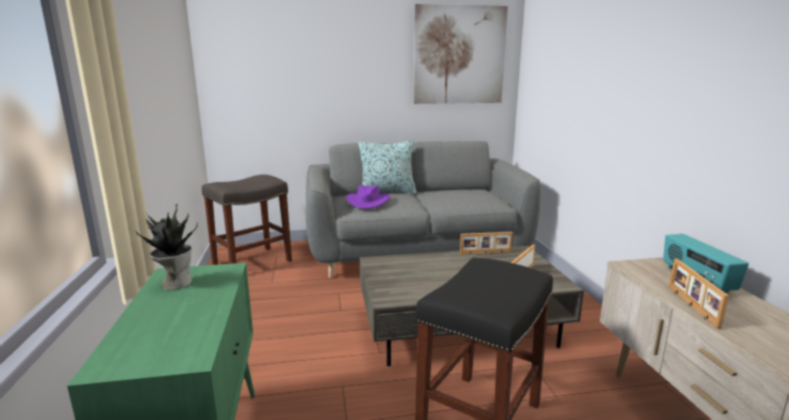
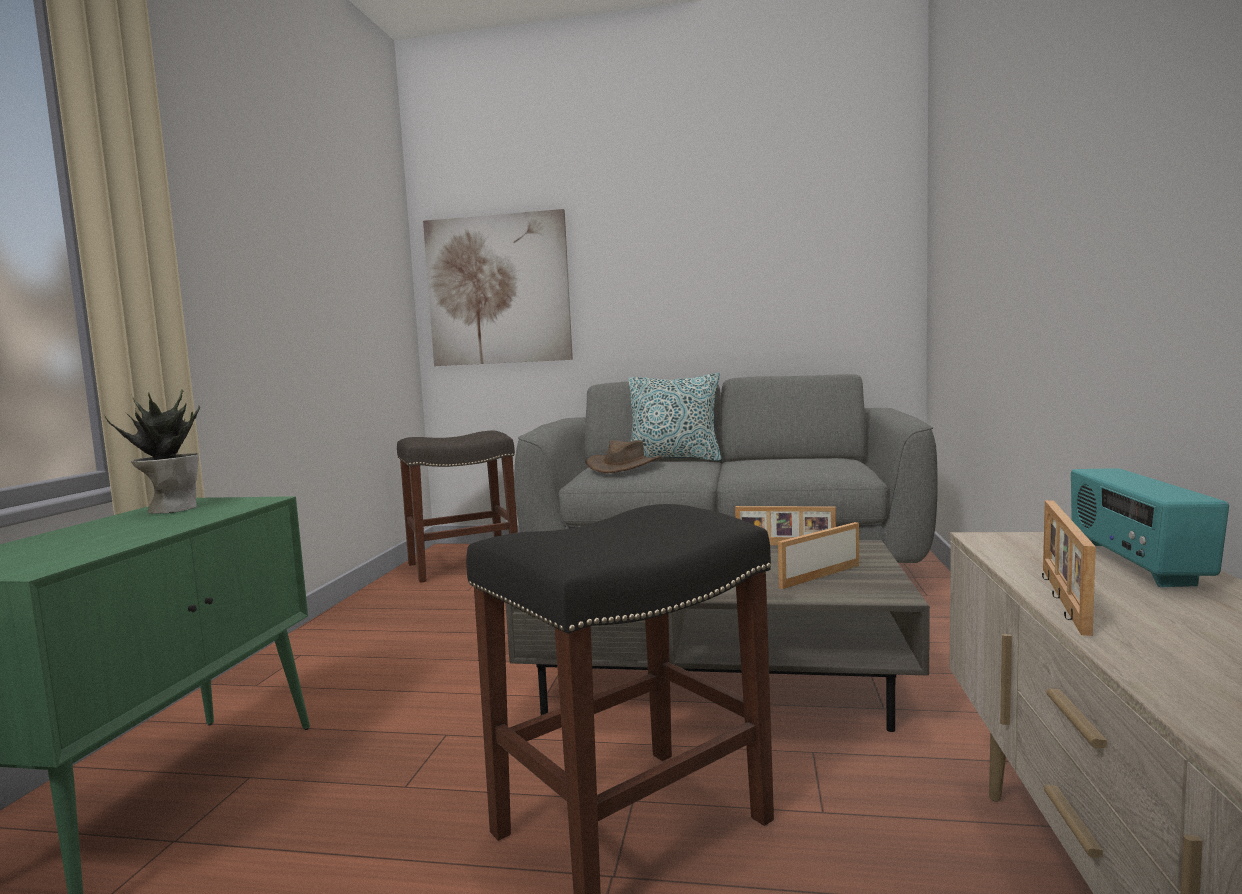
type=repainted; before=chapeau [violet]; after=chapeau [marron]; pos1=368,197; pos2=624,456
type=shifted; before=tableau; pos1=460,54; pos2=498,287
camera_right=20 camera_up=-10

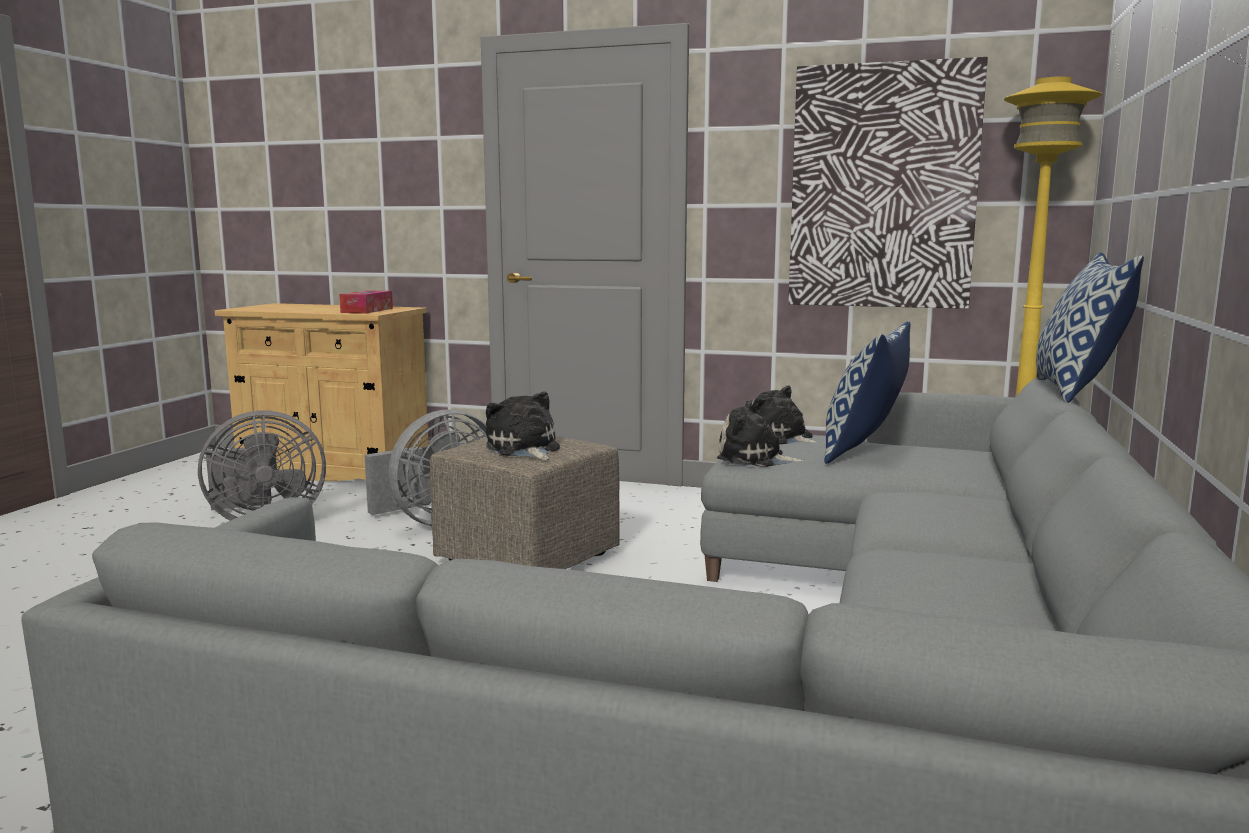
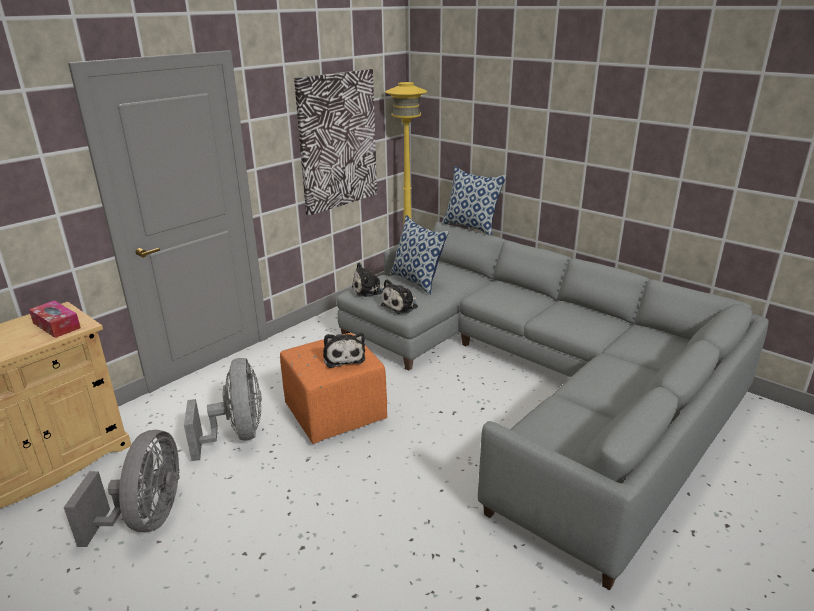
type=repainted; before=pouf [beige]; after=pouf [orange]; pos1=524,502; pos2=333,388
type=rotated; before=peluche; pos1=523,425; pos2=344,350; turn=-105
camera_right=-65 camera_up=15

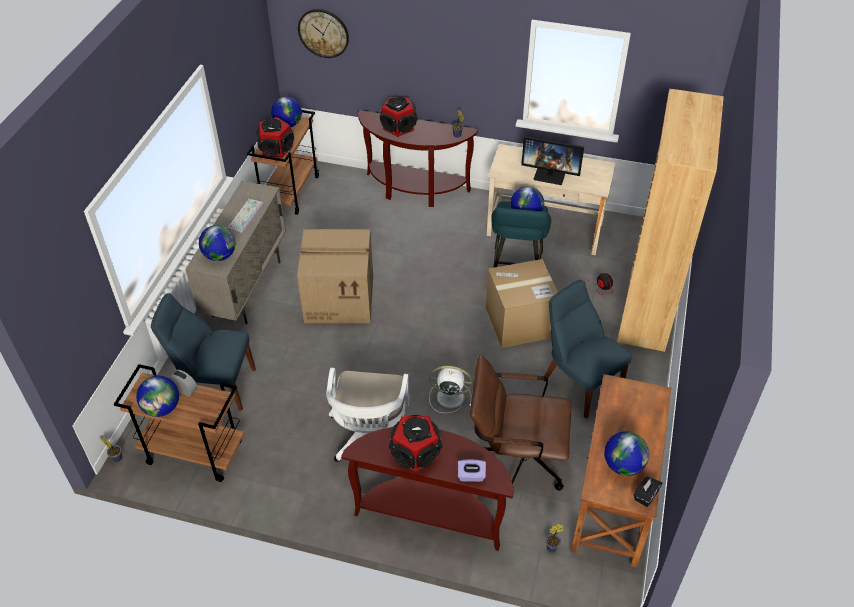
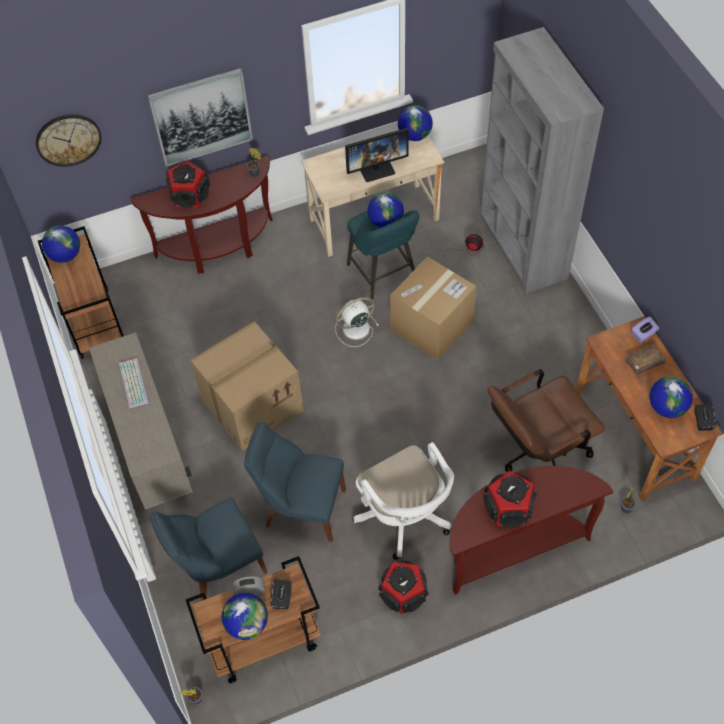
type=shifted; before=globe; pos1=217,243; pos2=415,123
type=shifted; before=enceinte; pos1=275,137; pos2=403,587
type=shifted; before=ventilateur [blanc]; pos1=450,389; pos2=357,322
type=shifted; before=boîte à mouchoirs [violet]; pos1=472,471; pos2=645,330
type=shifted; before=chaise [bleu]; pos1=587,349; pos2=295,482
type=repainted; before=bibliothèque [marron]; after=bibliothèque [gris]; pos1=670,220; pos2=542,160
type=new; after=tableau; pos2=200,117
type=new; after=boîte à mouchoirs [noir]; pos2=281,594
type=new; after=livre [marron]; pos2=645,359
camera_right=-35 camera_up=10

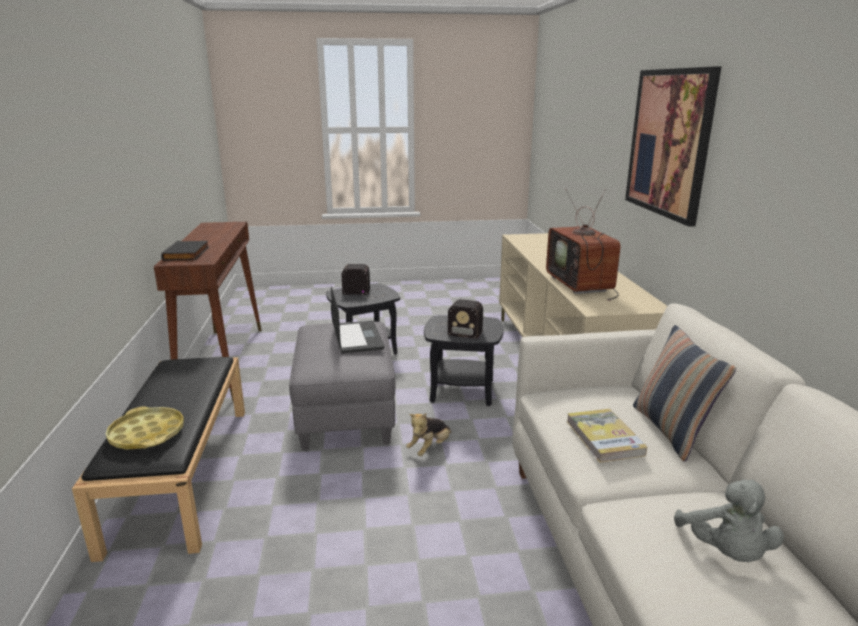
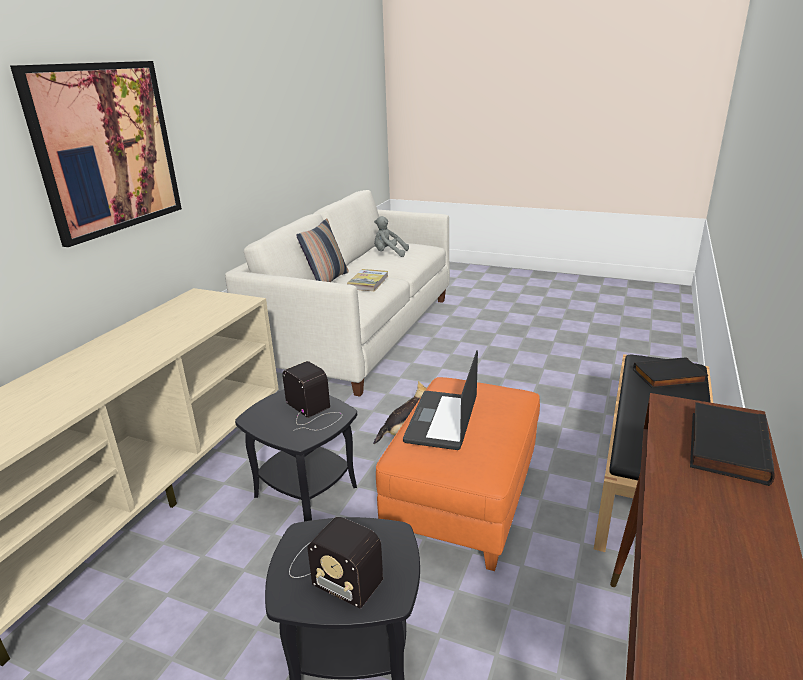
type=swapped; before=plateau [jaune]; after=livre [noir]; pos1=145,428; pos2=670,372
type=repainted; before=pouf [gris]; after=pouf [orange]; pos1=342,386; pos2=458,474
type=gone; before=téléviseur; pos1=583,245
type=rotated; before=peluche [gris]; pos1=729,520; pos2=391,236; turn=-105
camera_right=-150 camera_up=5

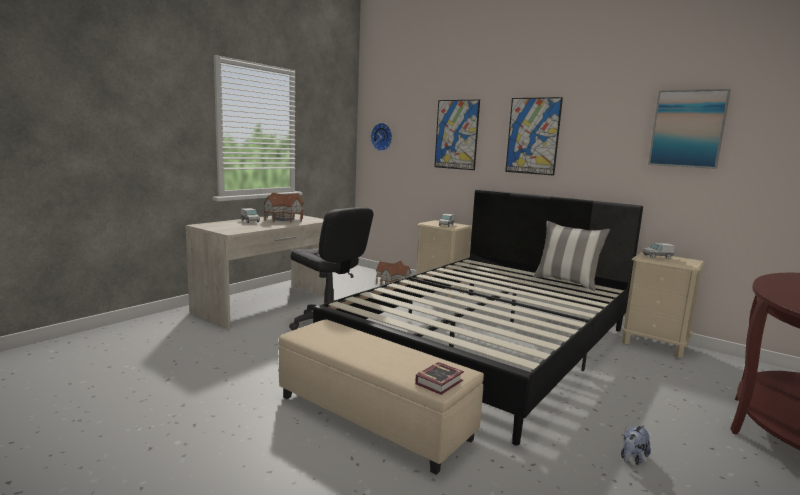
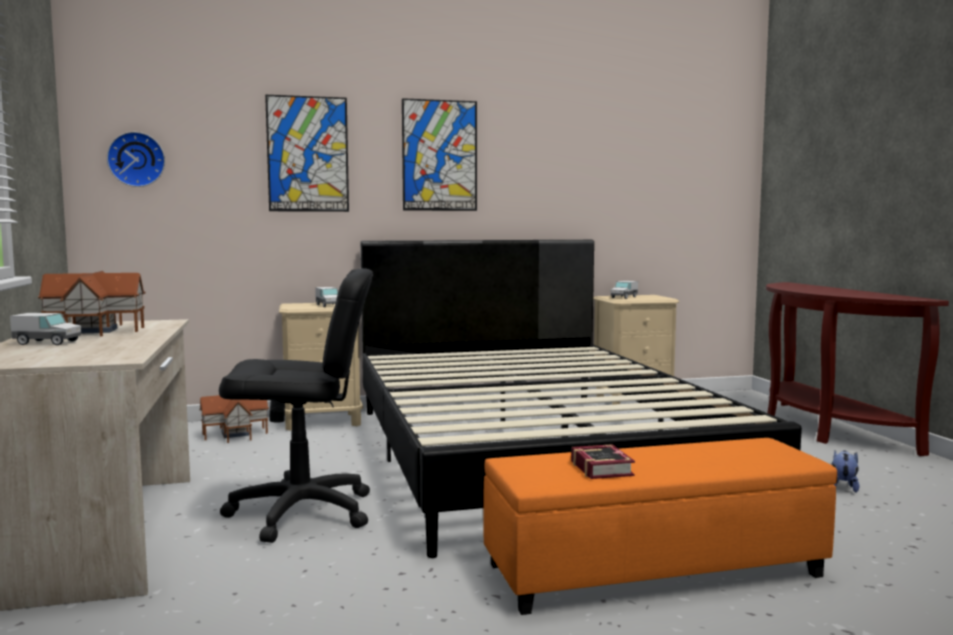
type=repainted; before=pouf [beige]; after=pouf [orange]; pos1=381,397; pos2=660,526
type=shifted; before=livre; pos1=439,378; pos2=603,461
type=gone; before=coussin; pos1=571,256
type=rotated; before=peluche; pos1=636,445; pos2=845,471; turn=-150
type=gone; before=tableau; pos1=689,129
camera_right=-50 camera_up=-5

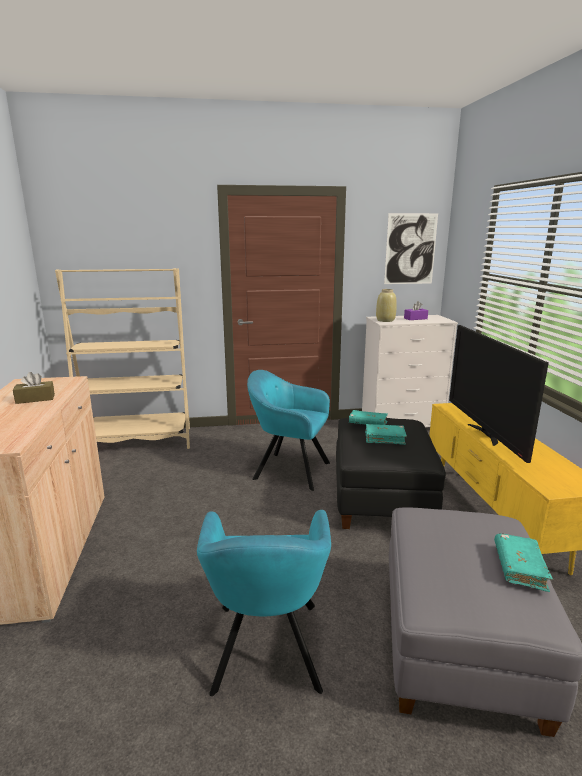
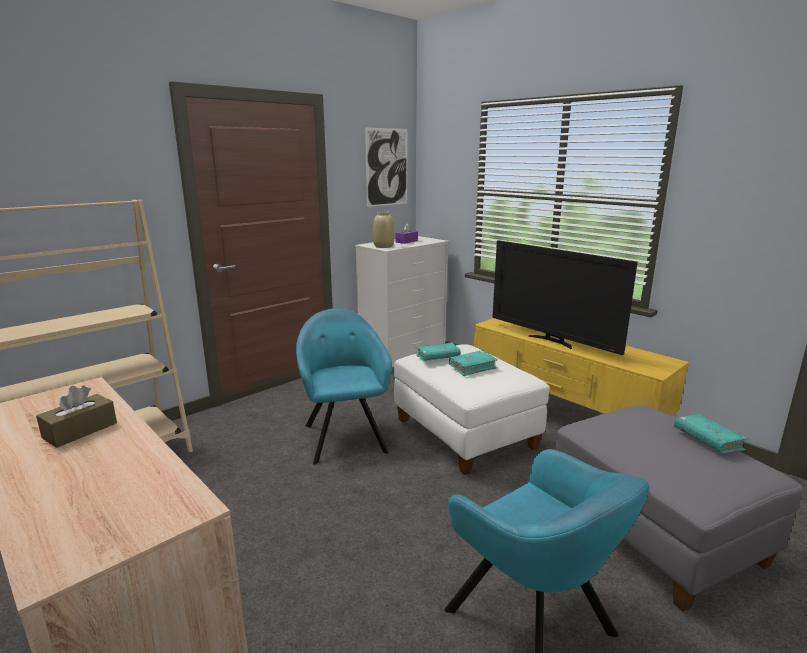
type=rotated; before=fauteuil [turquoise]; pos1=288,430; pos2=344,386; turn=90
type=repainted; before=pouf [noir]; after=pouf [blanc]; pos1=391,473; pos2=472,409
camera_right=-35 camera_up=0

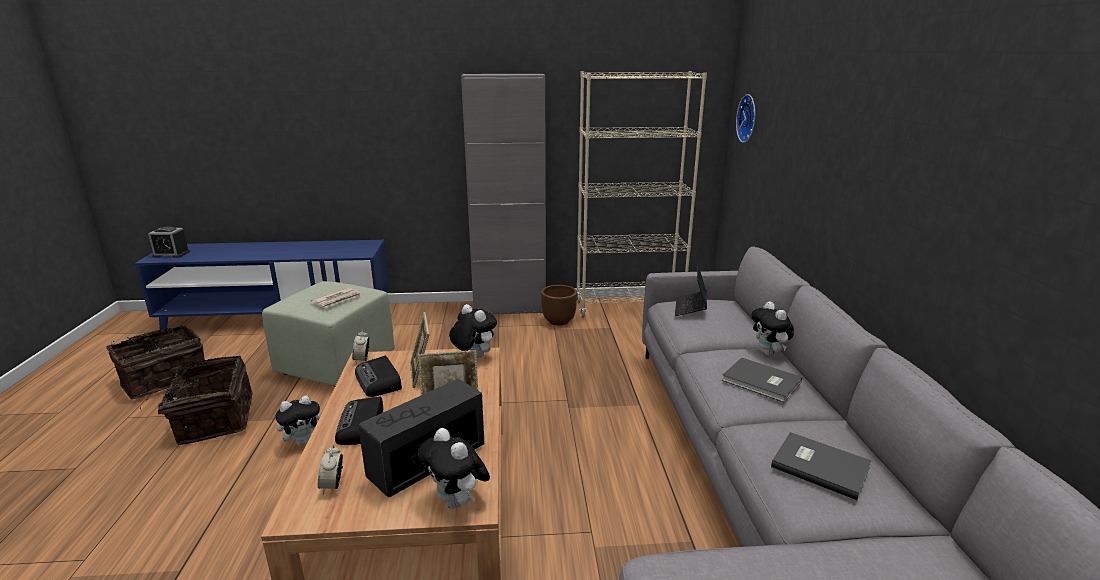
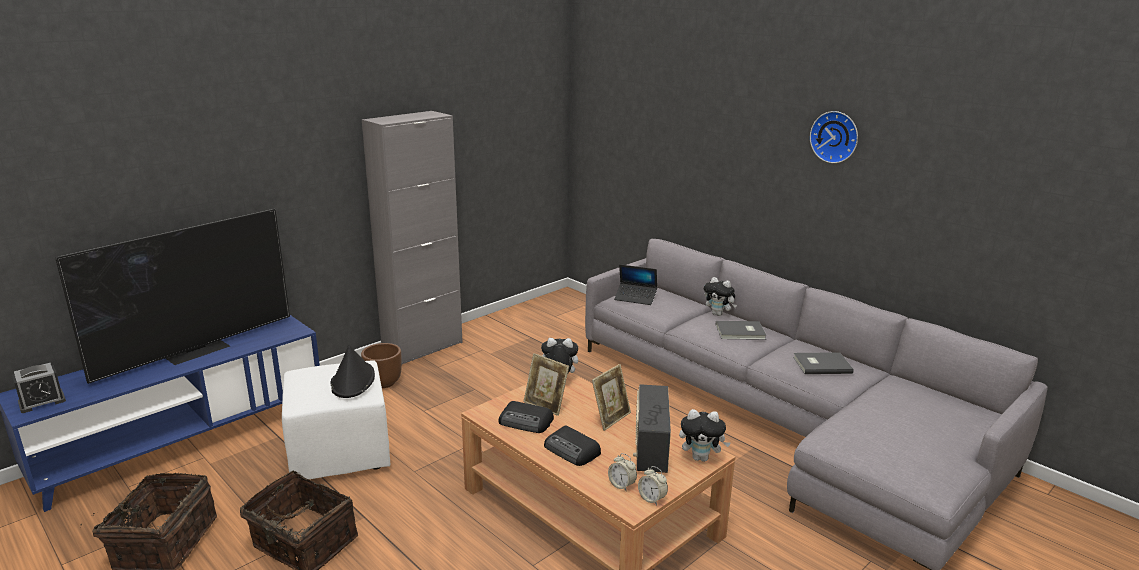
type=repainted; before=pouf [vert]; after=pouf [blanc]; pos1=328,334; pos2=336,420
type=gone; before=peluche; pos1=298,420
type=swapped; before=journal; after=chapeau [noir]; pos1=336,297; pos2=353,371
type=shifted; before=réveil; pos1=361,346; pos2=653,485
type=shifted; before=cache-pot [marron]; pos1=559,305; pos2=381,365
type=gone; before=bibliothèque [beige]; pos1=642,194
type=rotated; before=ordinateur portable; pos1=691,290; pos2=635,284; turn=-45
type=shifted; before=horloge murale; pos1=746,118; pos2=834,137
type=new; after=téléviseur; pos2=172,296
camera_right=-40 camera_up=0

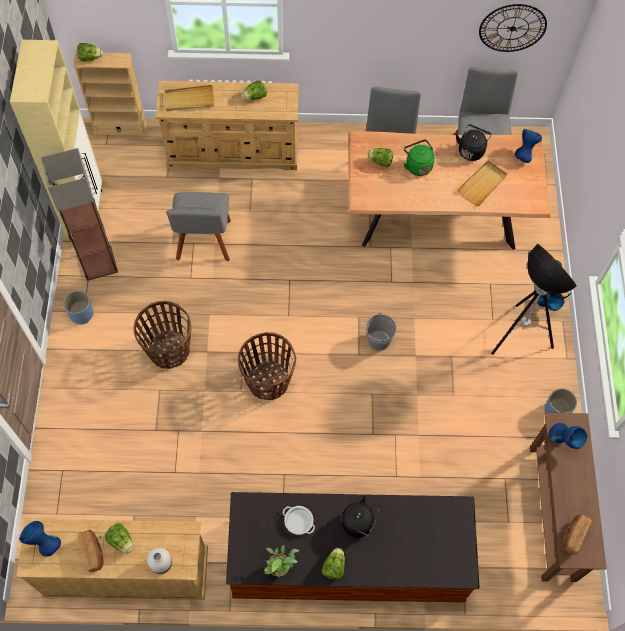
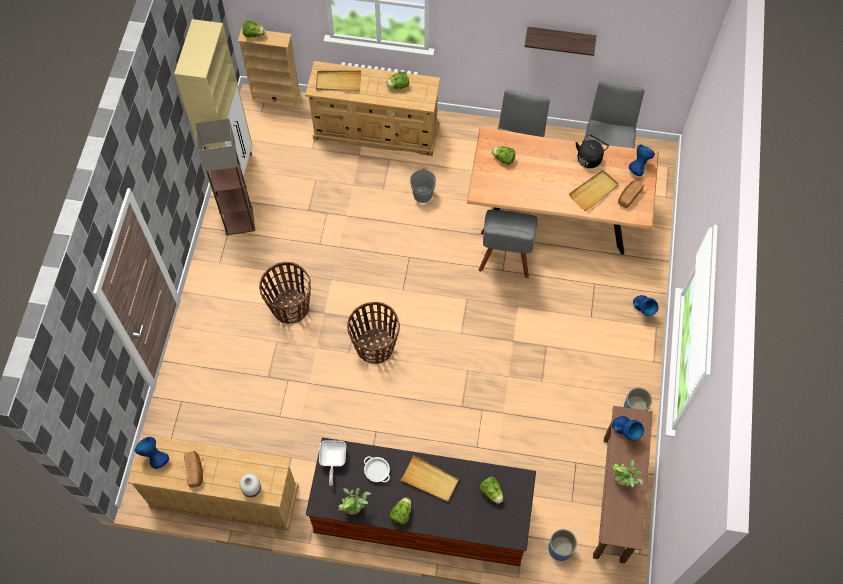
type=shifted; before=cache-pot [bleu]; pos1=78,307; pos2=562,545
type=shifted; before=laitue; pos1=119,538; pos2=491,490
type=shifted; before=chaise [gris]; pos1=198,227; pos2=508,244
type=swapped; before=bouilloire [noir]; after=plateau [beige]; pos1=360,517; pos2=430,478
type=shifted; before=seau [gris]; pos1=381,331; pos2=423,185
type=gone; before=bouilloire [vert]; pos1=419,157
type=gone; before=horloge murale; pos1=513,28
type=gone; before=lampadaire; pos1=534,299
type=shifted; before=pain; pos1=577,534; pos2=631,194
type=new; after=poêle; pos2=332,463
type=new; after=étagère; pos2=560,41
type=new; after=plante en pot; pos2=627,474
camera_right=10 camera_up=0

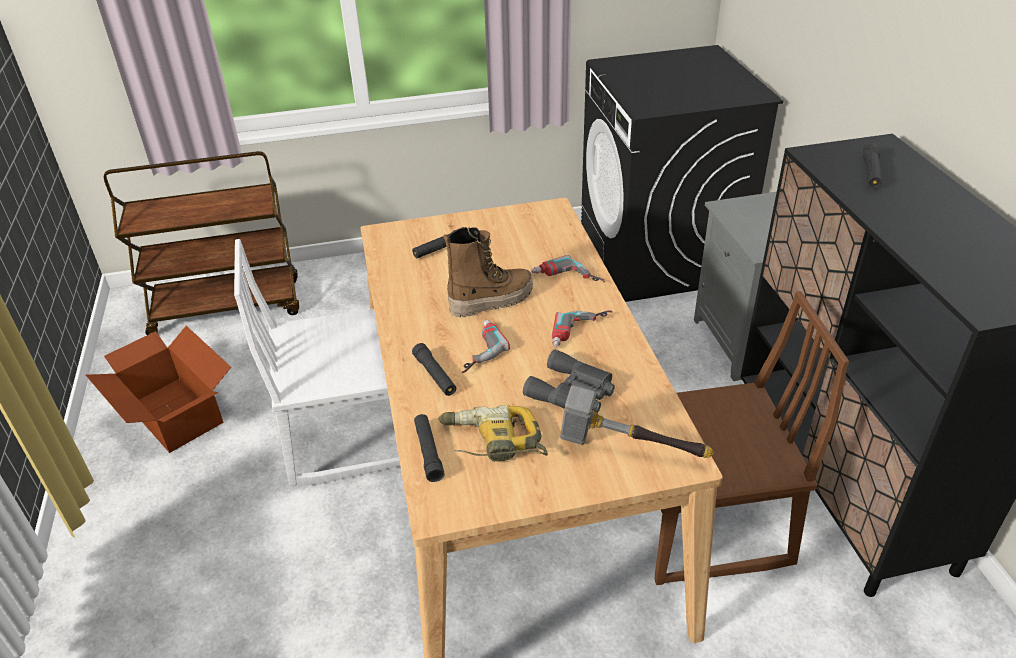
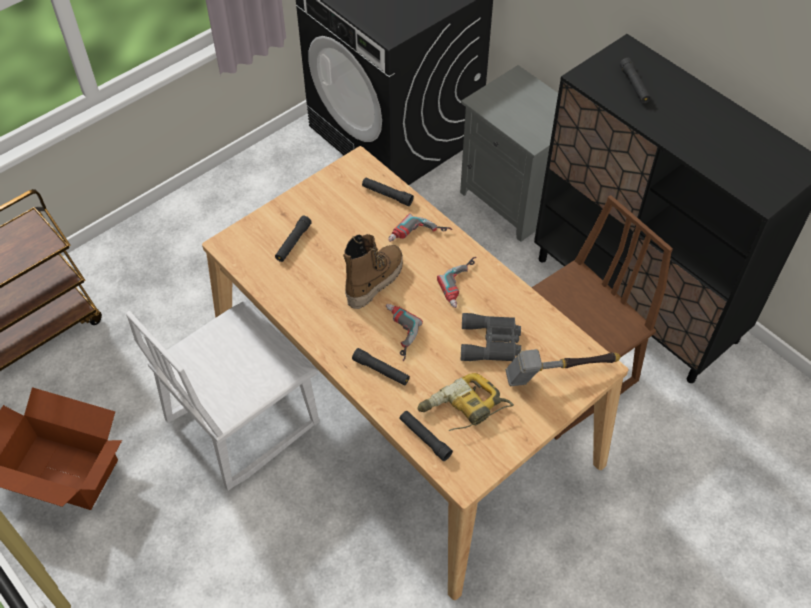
type=new; after=lampe de poche [noir]; pos2=388,192
camera_right=-30 camera_up=15

